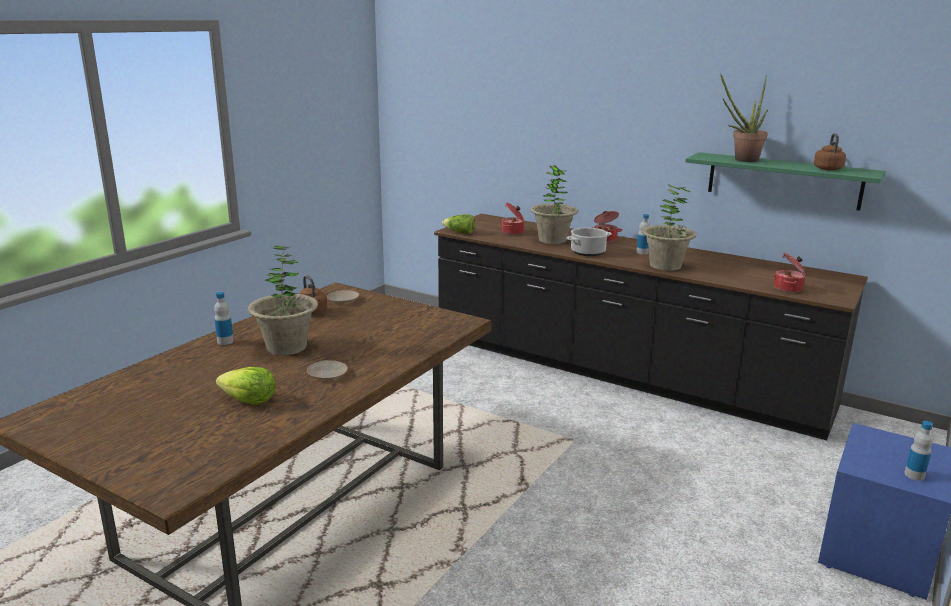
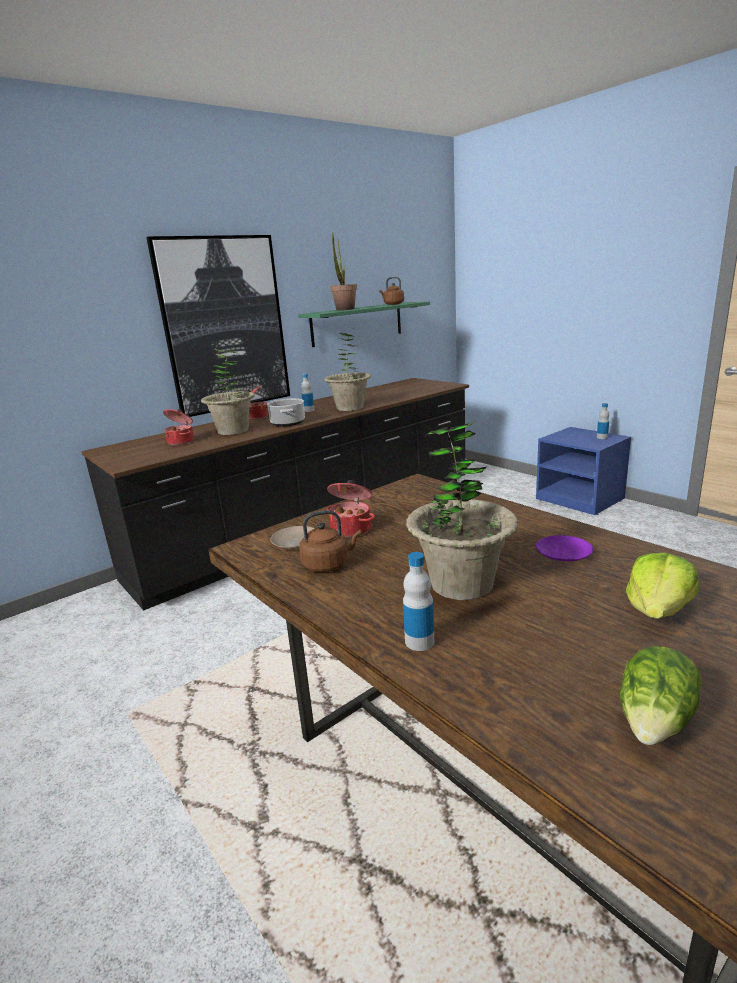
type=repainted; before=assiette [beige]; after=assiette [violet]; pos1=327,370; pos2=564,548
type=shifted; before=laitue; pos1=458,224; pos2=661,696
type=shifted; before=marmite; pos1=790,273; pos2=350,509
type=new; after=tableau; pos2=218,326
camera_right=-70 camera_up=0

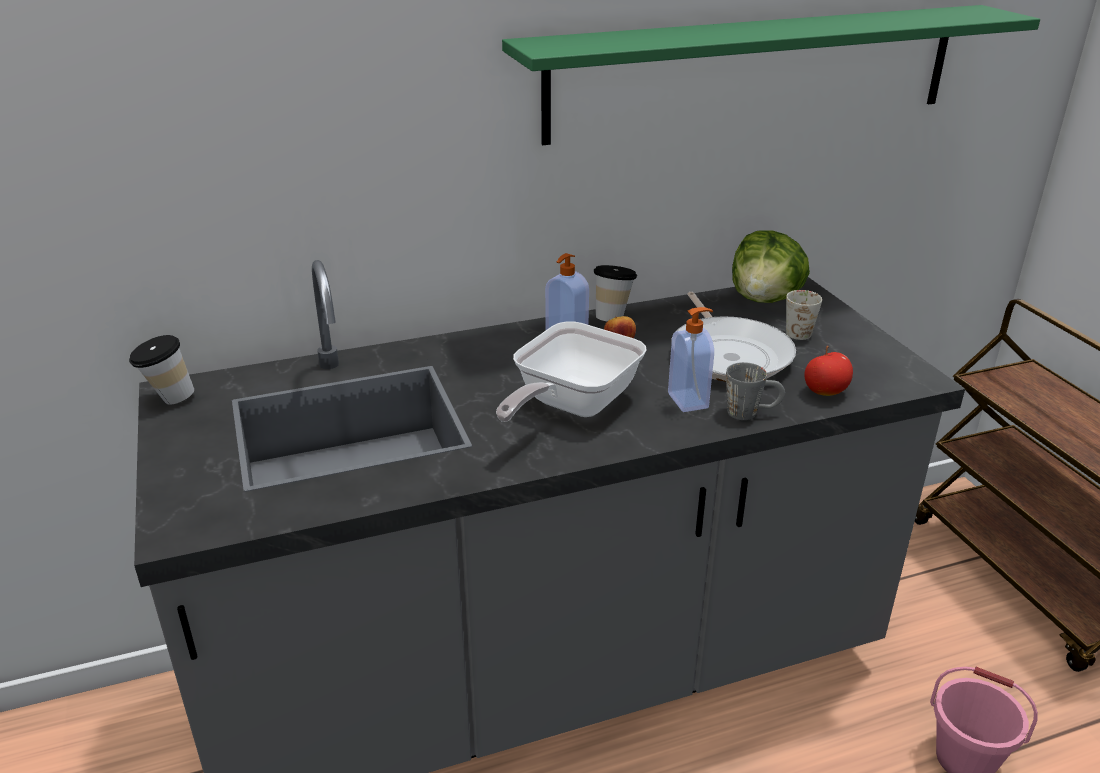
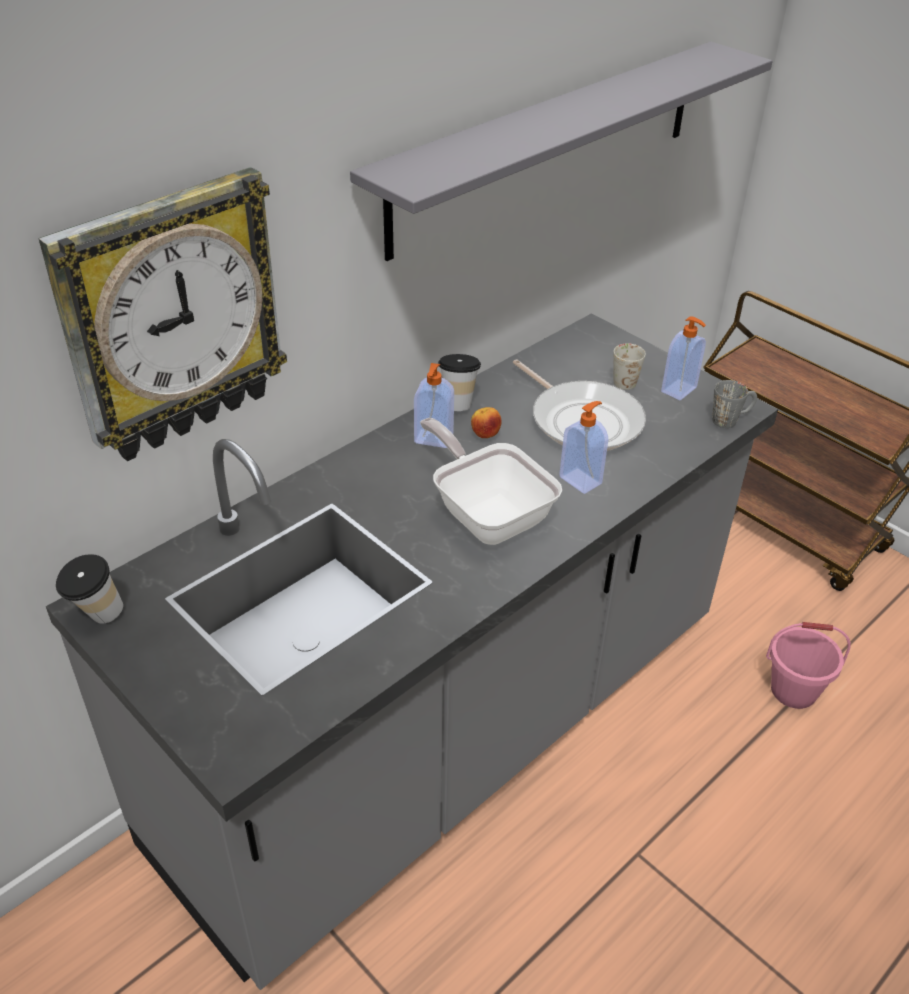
type=rotated; before=poêle; pos1=571,371; pos2=491,481; turn=135
type=repainted; before=étagère [vert]; after=étagère [gris]; pos1=771,75; pos2=561,151
type=shifted; before=mug [gris]; pos1=755,391; pos2=734,404
type=gone; before=laitue; pos1=771,266
type=gone; before=pomme; pos1=828,371
type=new; after=horloge murale; pos2=162,314
type=new; after=distributeur de savon; pos2=683,358
camera_right=-25 camera_up=10

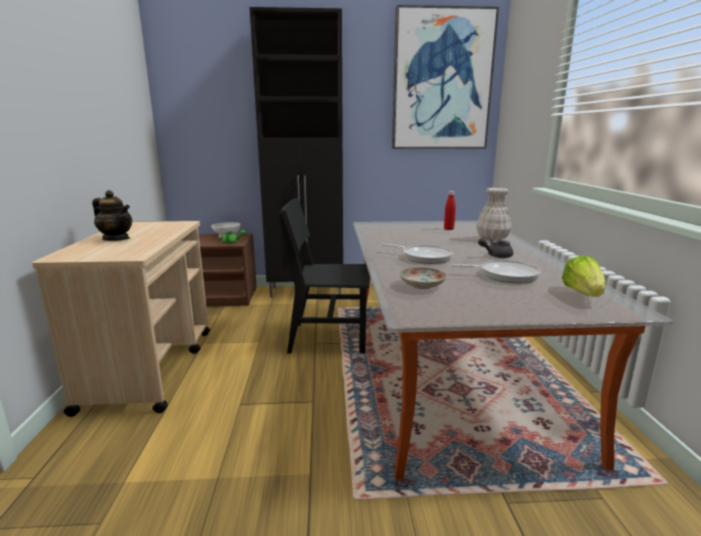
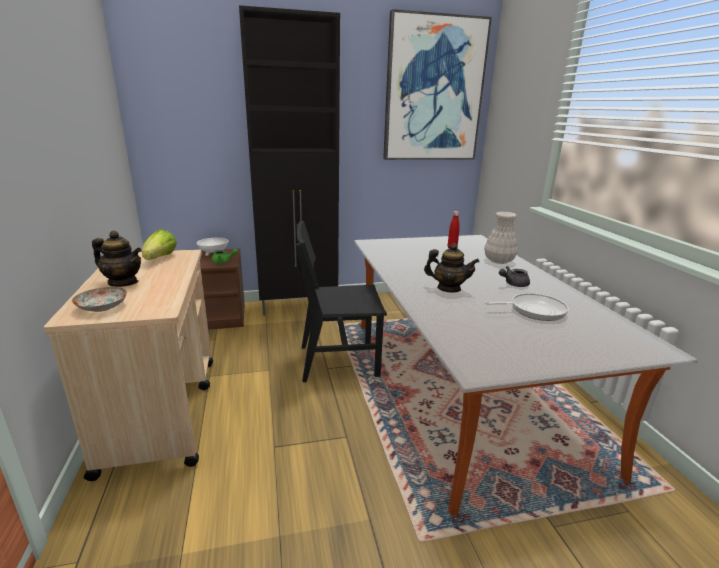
type=swapped; before=poêle; after=théière; pos1=417,253; pos2=452,268
type=shifted; before=assiette; pos1=423,278; pos2=99,299
type=shifted; before=laitue; pos1=584,276; pos2=159,244
camera_right=-10 camera_up=5

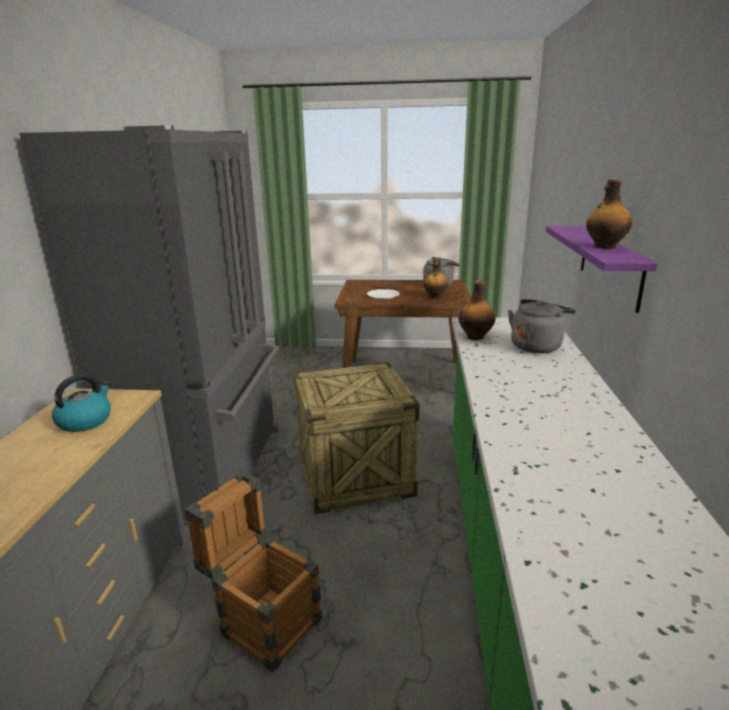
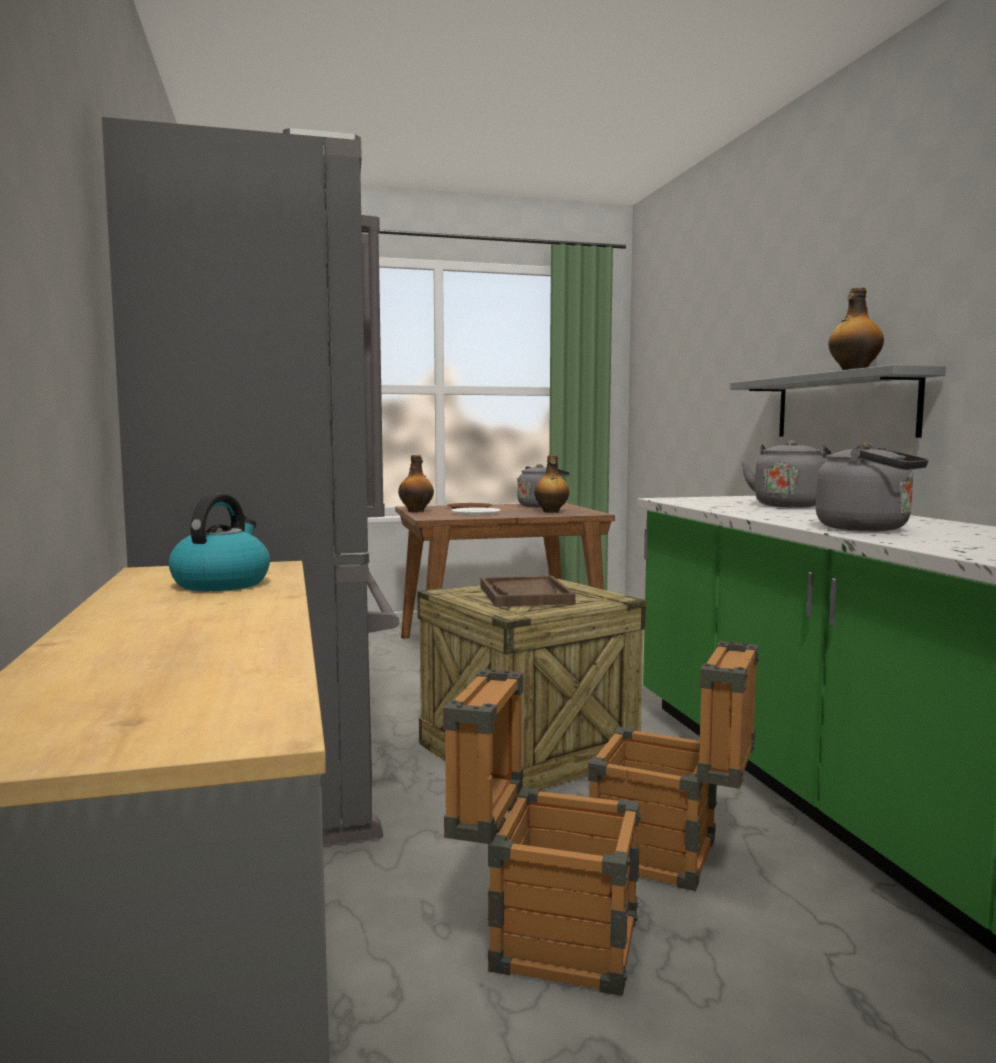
type=shifted; before=bouteille; pos1=477,310; pos2=416,483
type=repainted; before=étagère [violet]; after=étagère [gris]; pos1=602,269; pos2=838,401
type=new; after=plateau [marron]; pos2=528,591
type=new; after=caisse; pos2=673,766
type=new; after=bouilloire [gris]; pos2=872,487
camera_right=-20 camera_up=-15

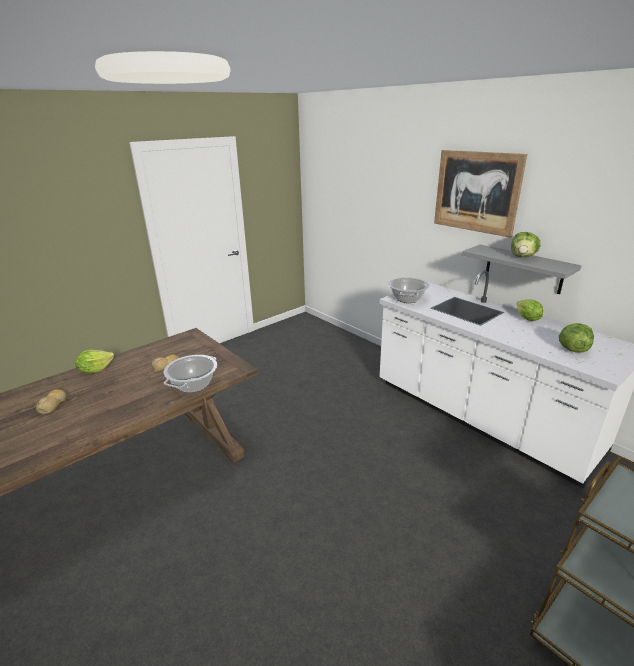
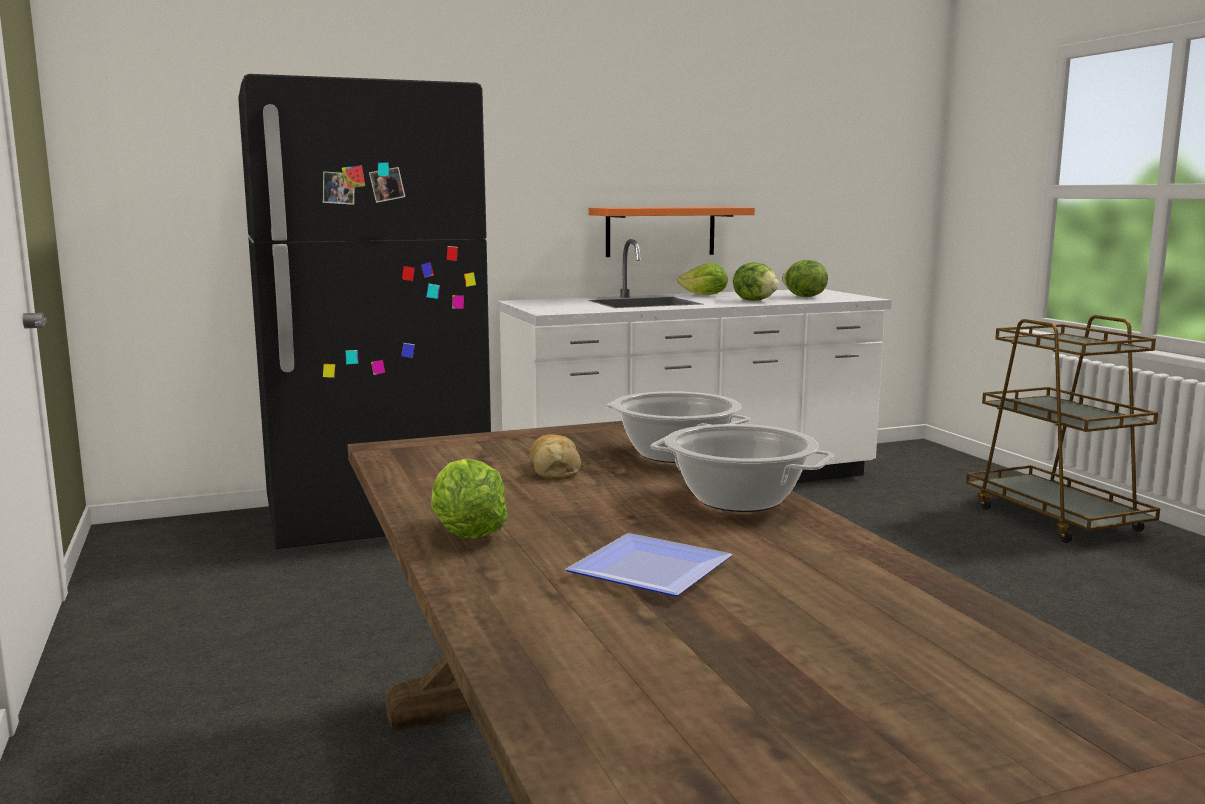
type=swapped; before=pain; after=assiette; pos1=51,401; pos2=649,564
type=shifted; before=marmite; pos1=408,290; pos2=742,468
type=gone; before=tableau; pos1=480,194
type=repainted; before=étagère [gris]; after=étagère [orange]; pos1=521,269; pos2=672,232
type=shifted; before=laitue; pos1=525,244; pos2=756,281
type=new; after=réfrigérateur [noir]; pos2=364,311
camera_right=-70 camera_up=-15

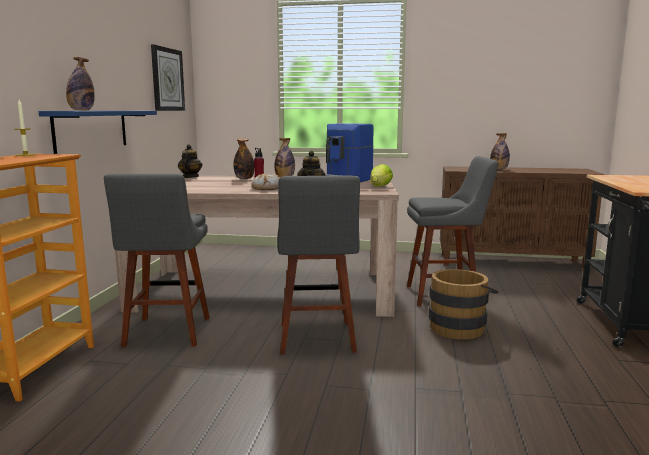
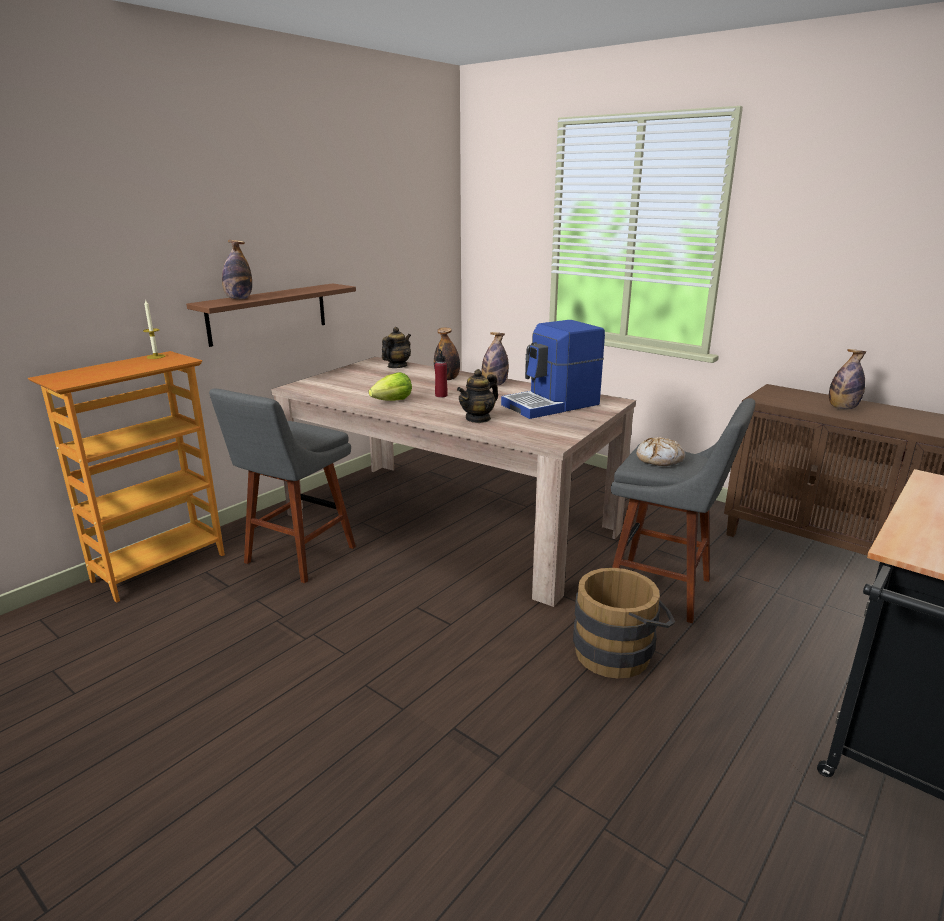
type=repainted; before=étagère [bleu]; after=étagère [marron]; pos1=98,132; pos2=271,315
type=gone; before=horloge murale; pos1=168,77
type=shifted; before=pain; pos1=265,181; pos2=660,451
type=gone; before=tabouret [gris]; pos1=318,265
type=shifted; before=laitue; pos1=381,175; pos2=390,386
camera_right=30 camera_up=10

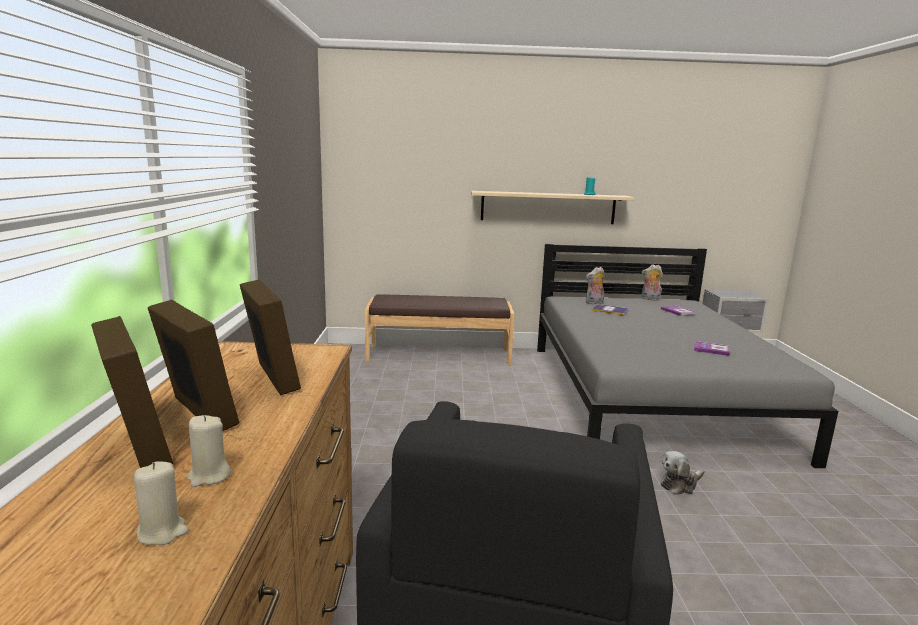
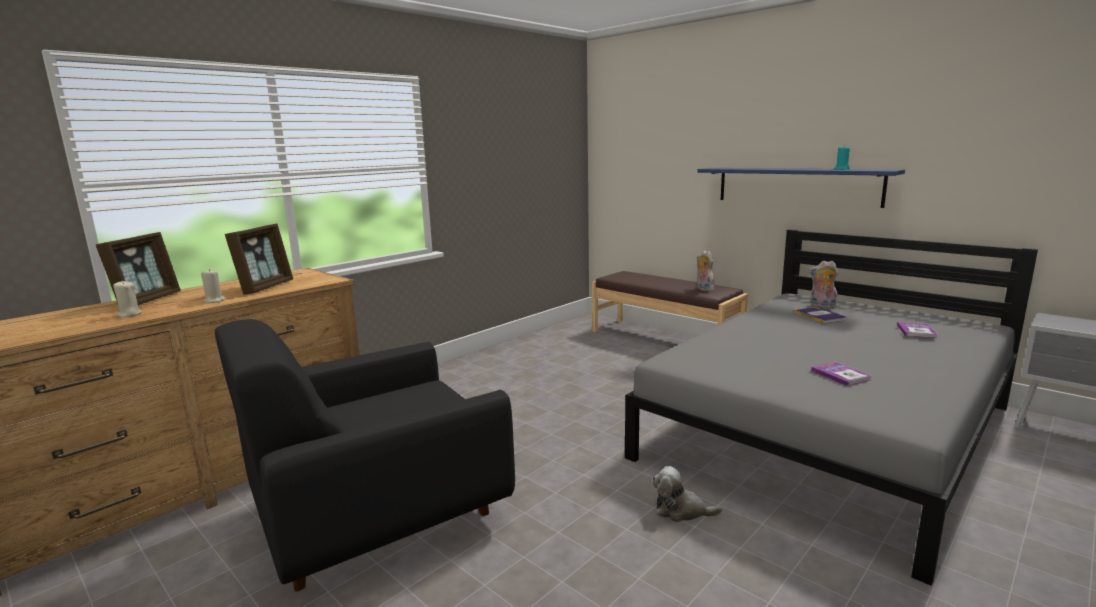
type=shifted; before=bougie [beige]; pos1=161,503; pos2=213,286
type=gone; before=cadre photo; pos1=193,365
type=repainted; before=étagère [beige]; after=étagère [bleu]; pos1=553,207; pos2=801,188
type=shifted; before=peluche; pos1=652,282; pos2=706,270
camera_right=45 camera_up=0

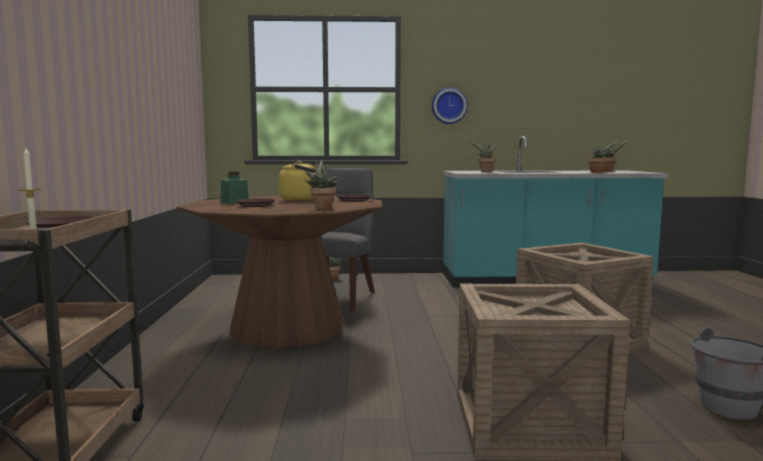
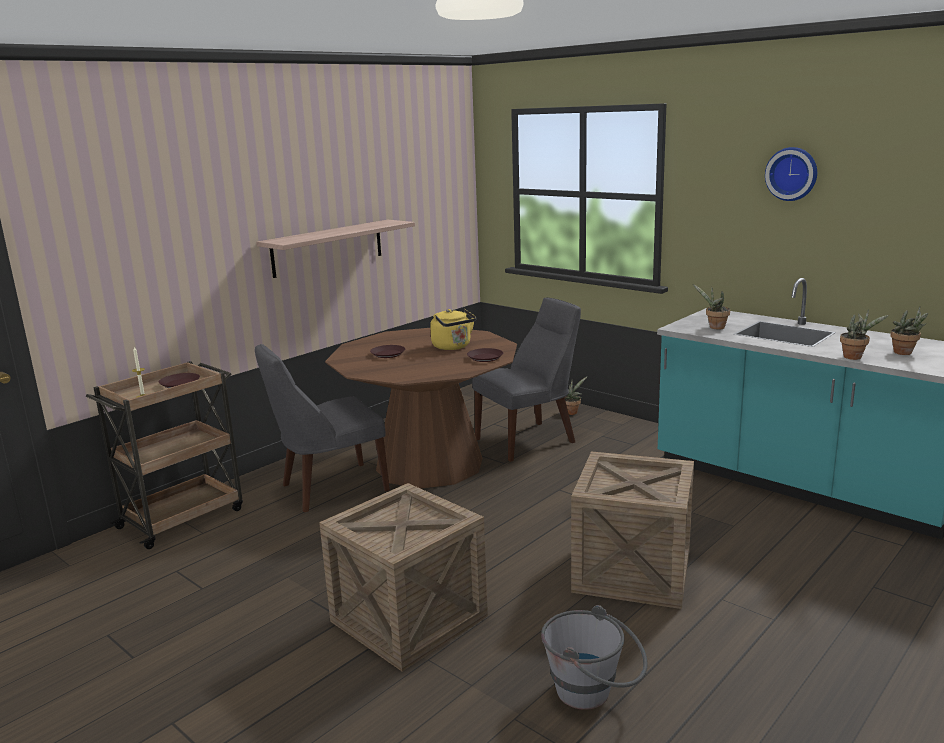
type=gone; before=bocal [vert]; pos1=235,188
type=gone; before=plante en pot; pos1=321,185
type=shifted; before=horloge murale; pos1=450,105; pos2=791,174
type=new; after=chaise [gris]; pos2=322,428
type=new; after=étagère; pos2=335,249
camera_right=45 camera_up=10

